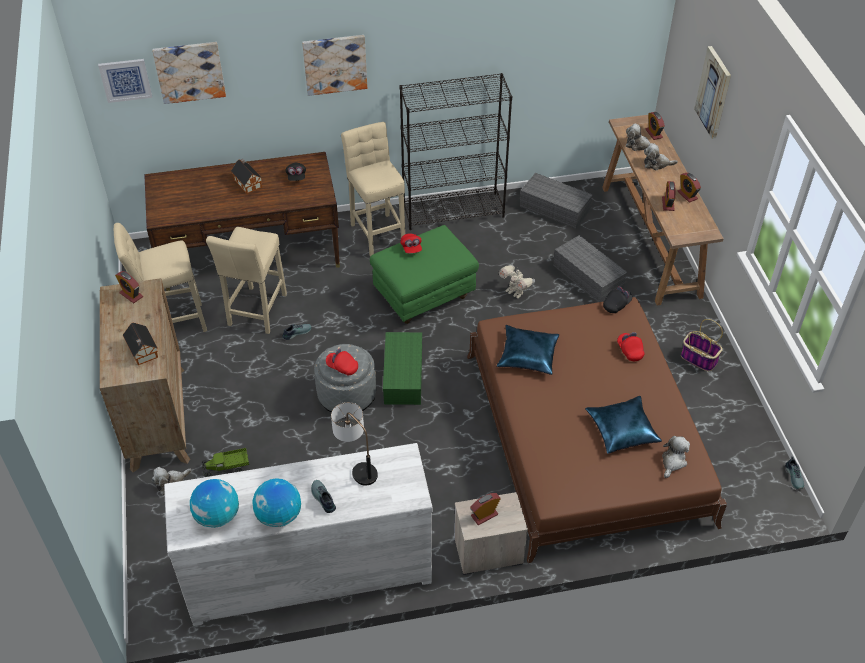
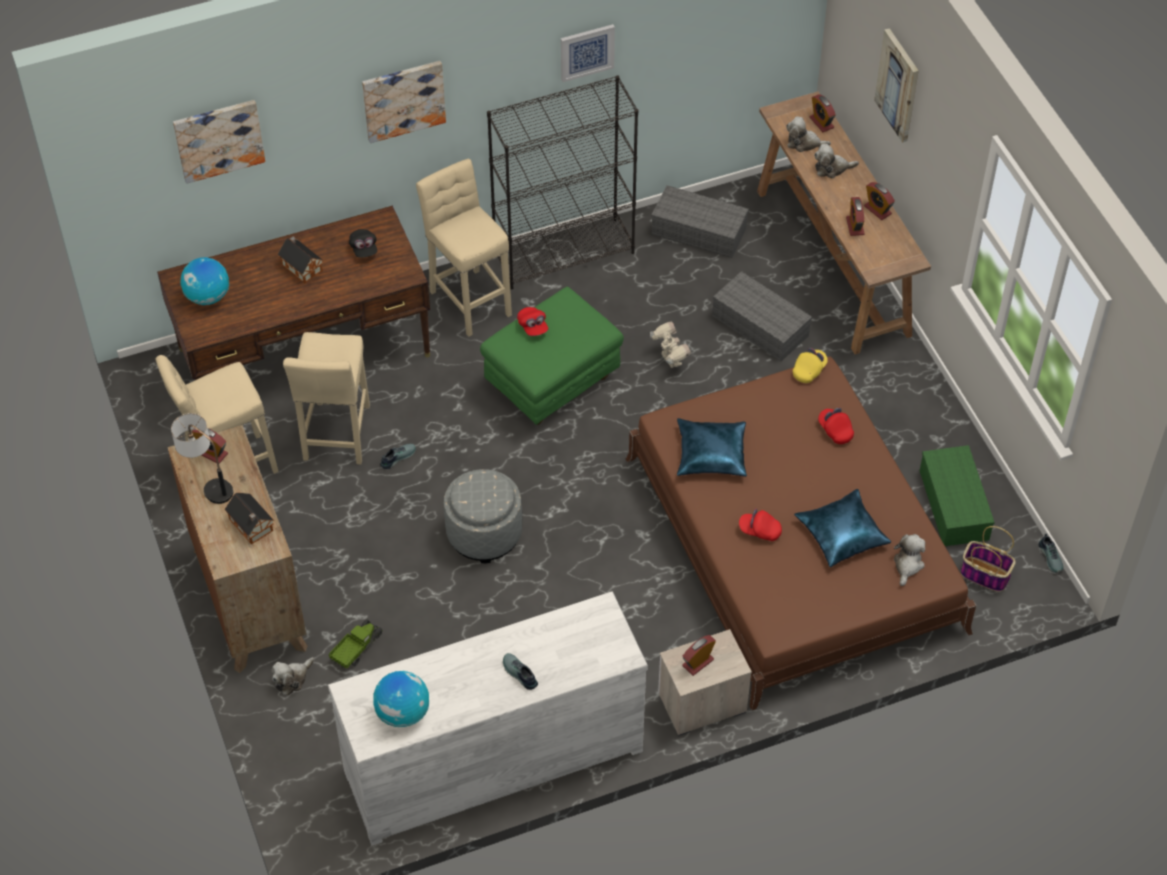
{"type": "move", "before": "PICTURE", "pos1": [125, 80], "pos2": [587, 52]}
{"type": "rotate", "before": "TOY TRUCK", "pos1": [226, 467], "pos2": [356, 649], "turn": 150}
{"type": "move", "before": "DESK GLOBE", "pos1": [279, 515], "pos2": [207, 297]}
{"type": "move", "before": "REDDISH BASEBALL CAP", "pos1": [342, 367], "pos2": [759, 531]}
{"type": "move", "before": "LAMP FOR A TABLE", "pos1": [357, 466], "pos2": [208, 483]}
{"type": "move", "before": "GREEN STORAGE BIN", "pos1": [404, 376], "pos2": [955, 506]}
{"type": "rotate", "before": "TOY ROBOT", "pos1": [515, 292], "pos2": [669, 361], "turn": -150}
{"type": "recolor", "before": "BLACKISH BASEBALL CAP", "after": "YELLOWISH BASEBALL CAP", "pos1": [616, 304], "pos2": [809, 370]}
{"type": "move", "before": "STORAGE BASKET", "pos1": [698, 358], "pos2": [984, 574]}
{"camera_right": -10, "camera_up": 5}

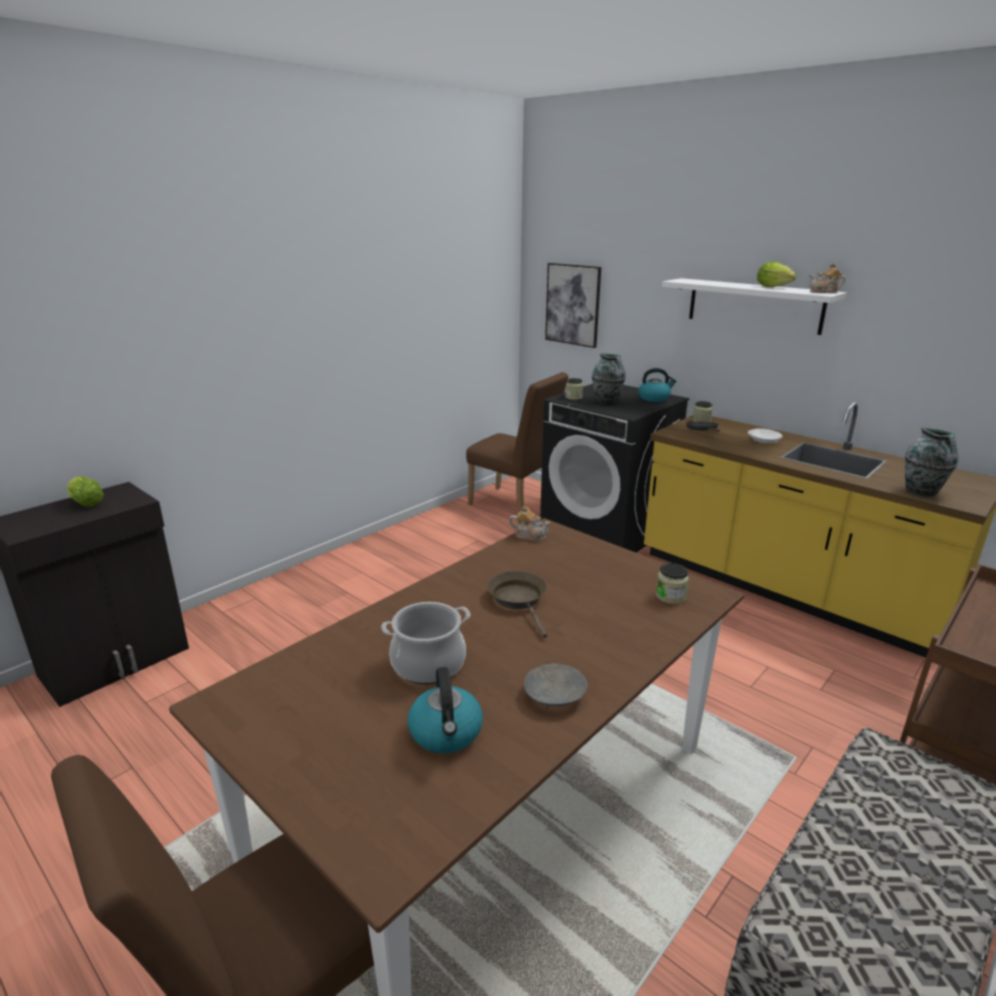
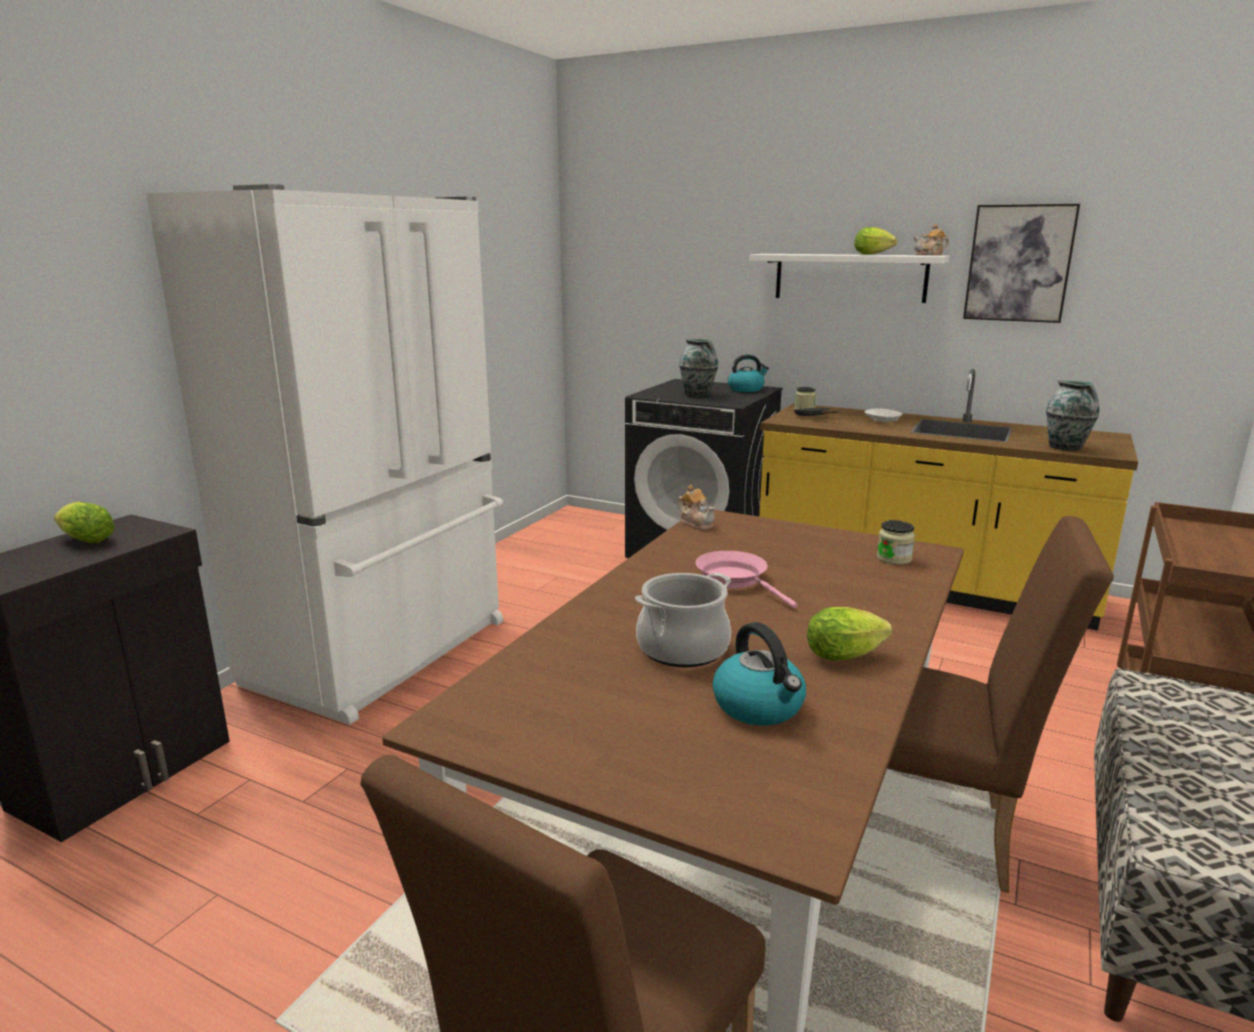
{"type": "move", "before": "BROWNISH CHAIR", "pos1": [515, 505], "pos2": [935, 833]}
{"type": "recolor", "before": "BROWNISH FRYING PAN", "after": "PINKISH FRYING PAN", "pos1": [519, 600], "pos2": [736, 580]}
{"type": "rotate", "before": "TEA POT", "pos1": [529, 535], "pos2": [696, 523], "turn": 45}
{"type": "replace", "before": "GRAY SERVING BOWL", "after": "HEAD OF LETTUCE", "pos1": [554, 695], "pos2": [848, 656]}
{"type": "move", "before": "PICTURE", "pos1": [573, 304], "pos2": [1019, 263]}
{"type": "delete", "before": "PRESERVE JAR", "pos1": [573, 397]}
{"type": "insert", "after": "WHITE-COLOURED KITCHEN FRIDGE", "pos2": [384, 652]}
{"camera_right": -15, "camera_up": -5}

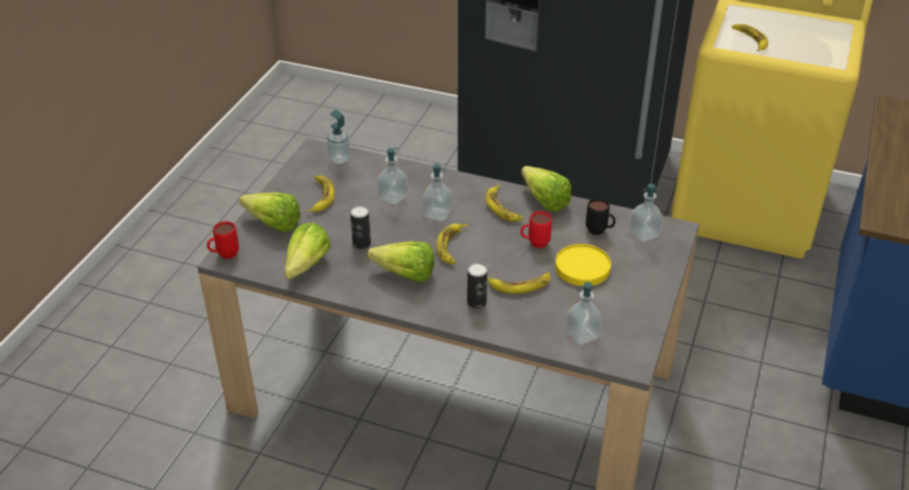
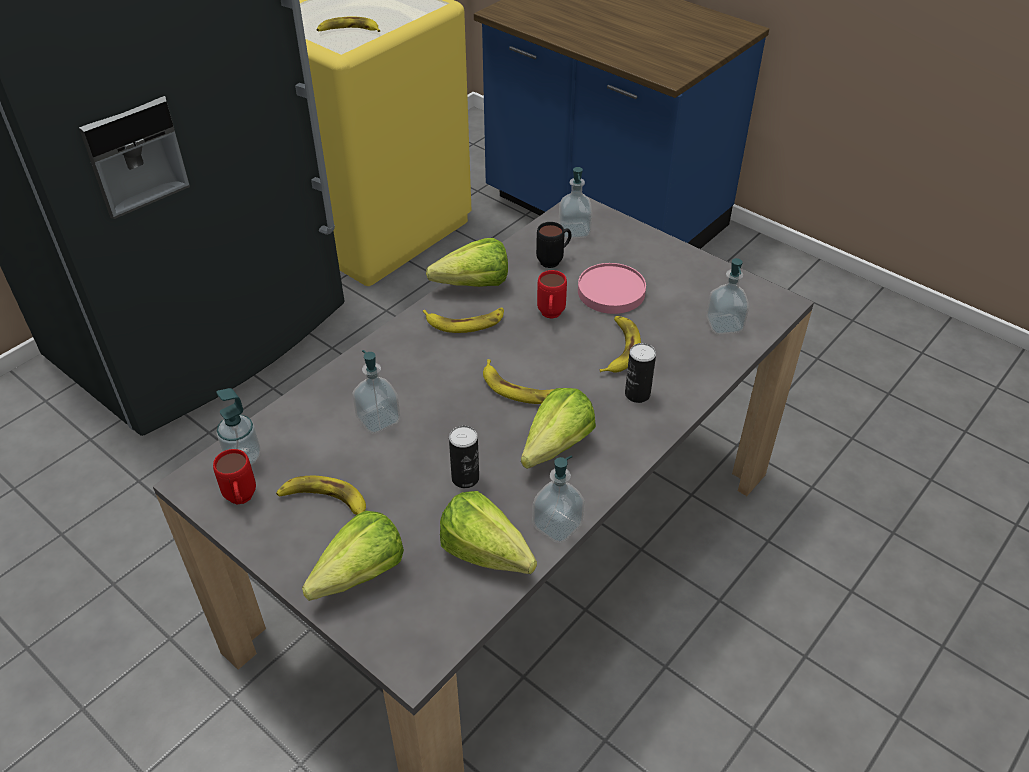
{"type": "move", "before": "REDDISH TEA MUG", "pos1": [224, 256], "pos2": [241, 500]}
{"type": "move", "before": "SOAP DISPENSER", "pos1": [437, 214], "pos2": [557, 525]}
{"type": "recolor", "before": "YELLOWISH PLATE", "after": "PINKISH PLATE", "pos1": [582, 267], "pos2": [610, 292]}
{"camera_right": -70, "camera_up": 5}

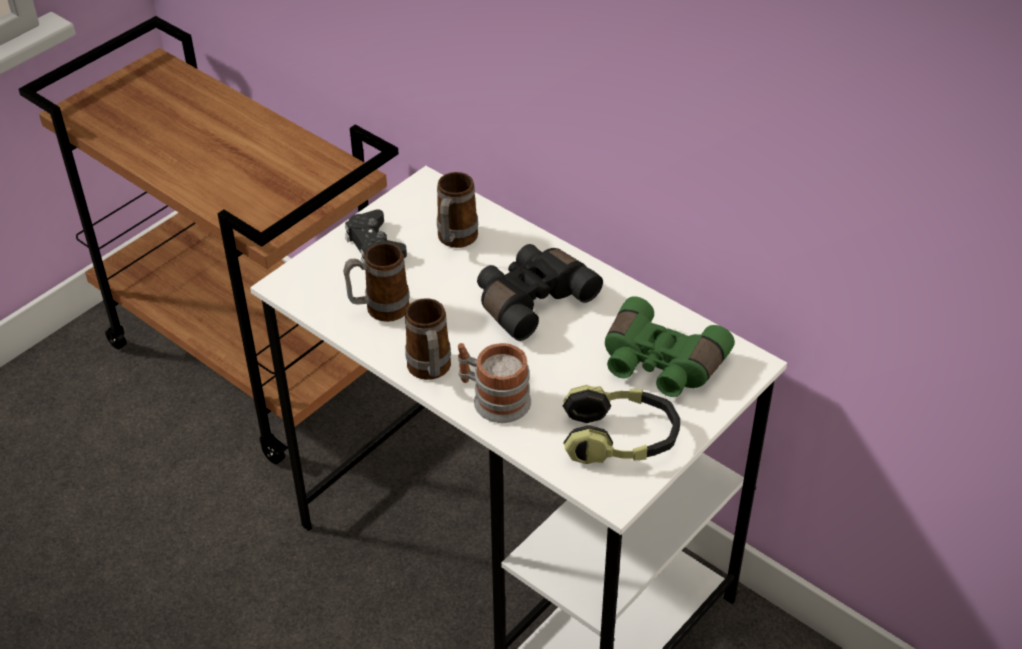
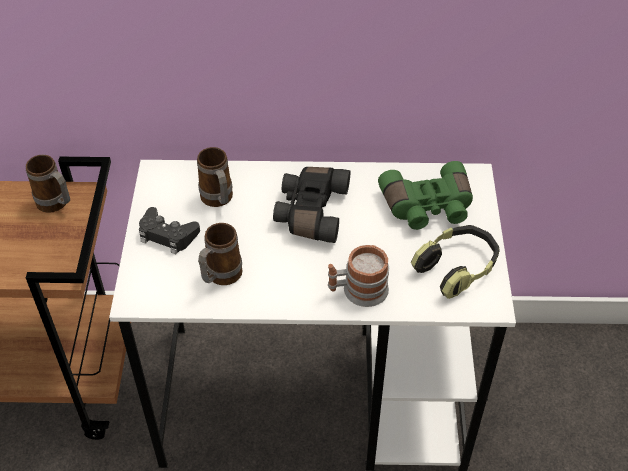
{"type": "move", "before": "TEA MUG", "pos1": [430, 372], "pos2": [56, 205]}
{"camera_right": -40, "camera_up": 5}

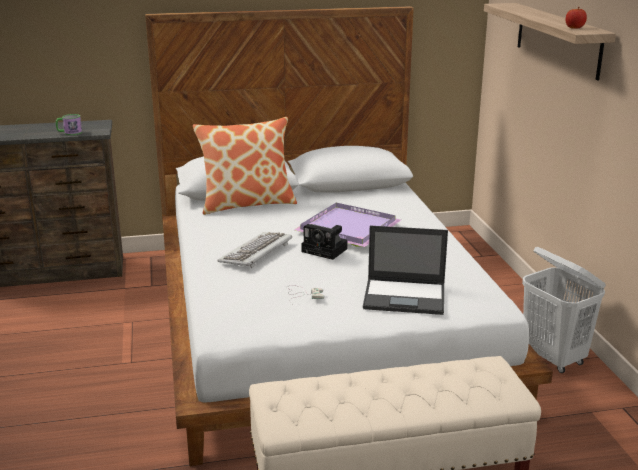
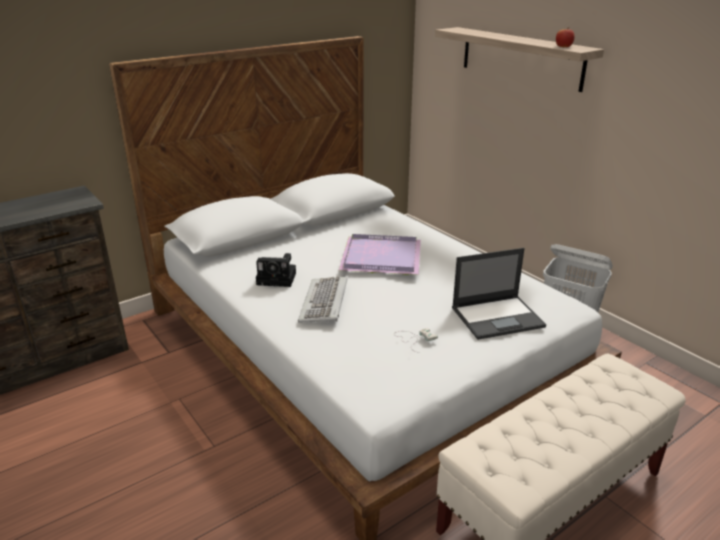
{"type": "delete", "before": "TEA MUG", "pos1": [69, 133]}
{"type": "delete", "before": "THROW PILLOW", "pos1": [247, 204]}
{"type": "move", "before": "PHOTO CAMERA", "pos1": [326, 250], "pos2": [278, 278]}
{"camera_right": -25, "camera_up": 5}

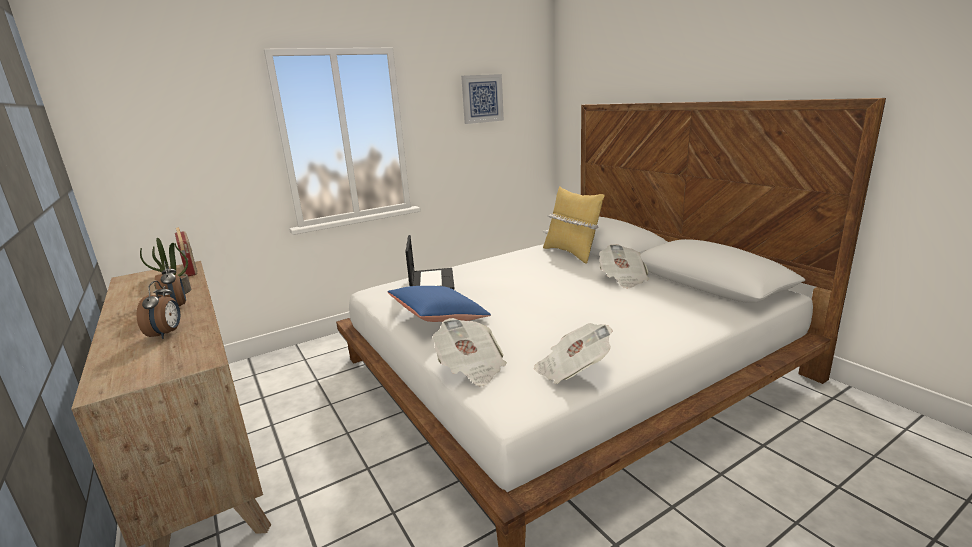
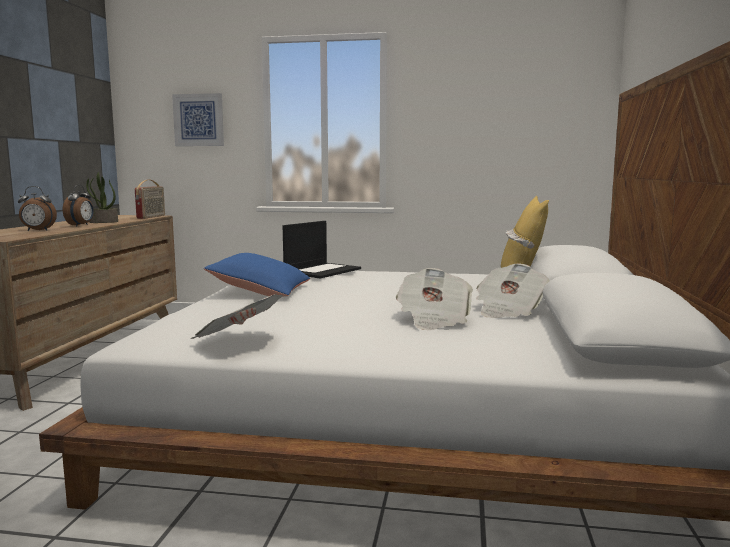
{"type": "rotate", "before": "BEDSIDE CLOCK", "pos1": [167, 333], "pos2": [37, 230], "turn": 45}
{"type": "move", "before": "DAILY PAPER", "pos1": [471, 368], "pos2": [433, 320]}
{"type": "move", "before": "PICTURE", "pos1": [482, 98], "pos2": [199, 120]}
{"camera_right": 40, "camera_up": -10}

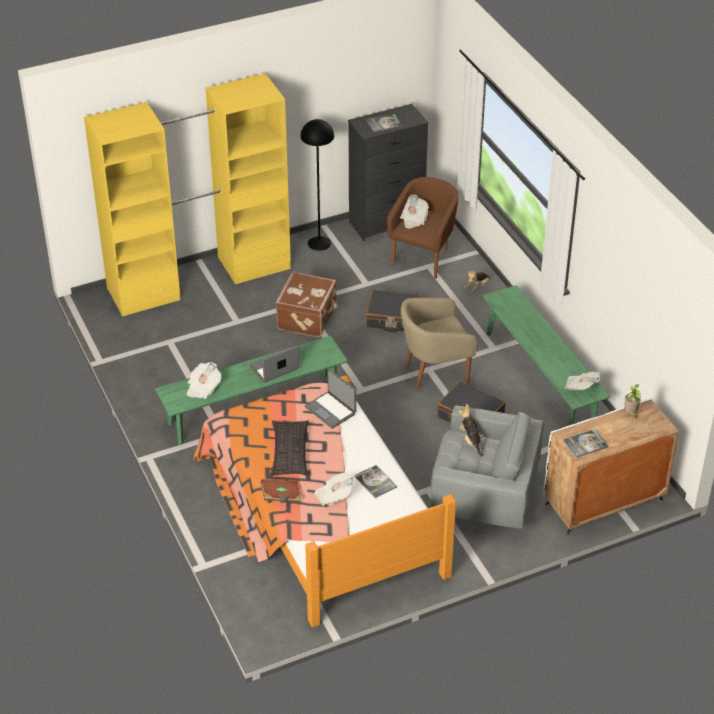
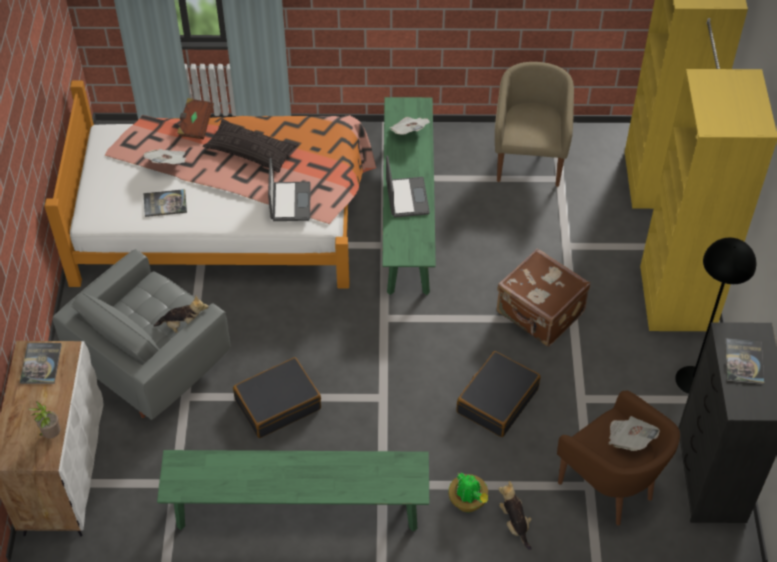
{"type": "rotate", "before": "NOTEBOOK COMPUTER", "pos1": [331, 410], "pos2": [289, 202], "turn": 105}
{"type": "move", "before": "BEIGE-COLOURED EASY CHAIR", "pos1": [434, 372], "pos2": [529, 160]}
{"type": "delete", "before": "DAILY PAPER", "pos1": [581, 387]}
{"type": "insert", "after": "PLANT IN A POT", "pos2": [468, 502]}
{"camera_right": 115, "camera_up": 10}

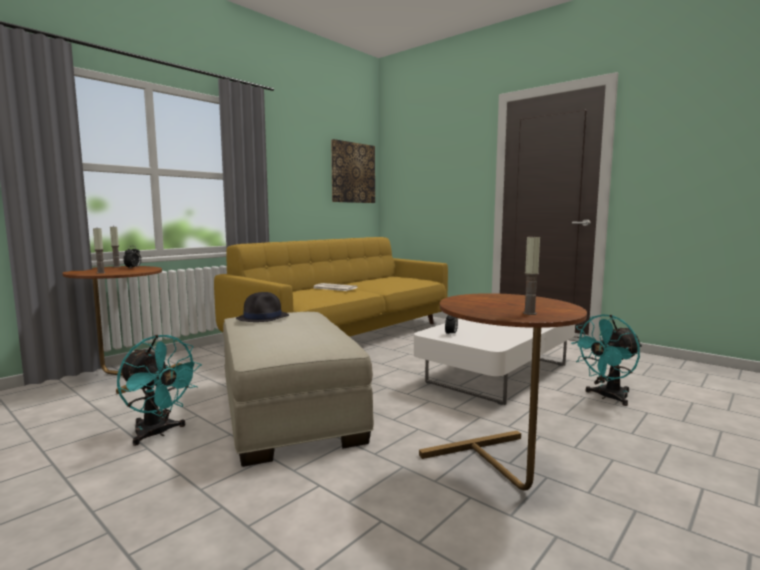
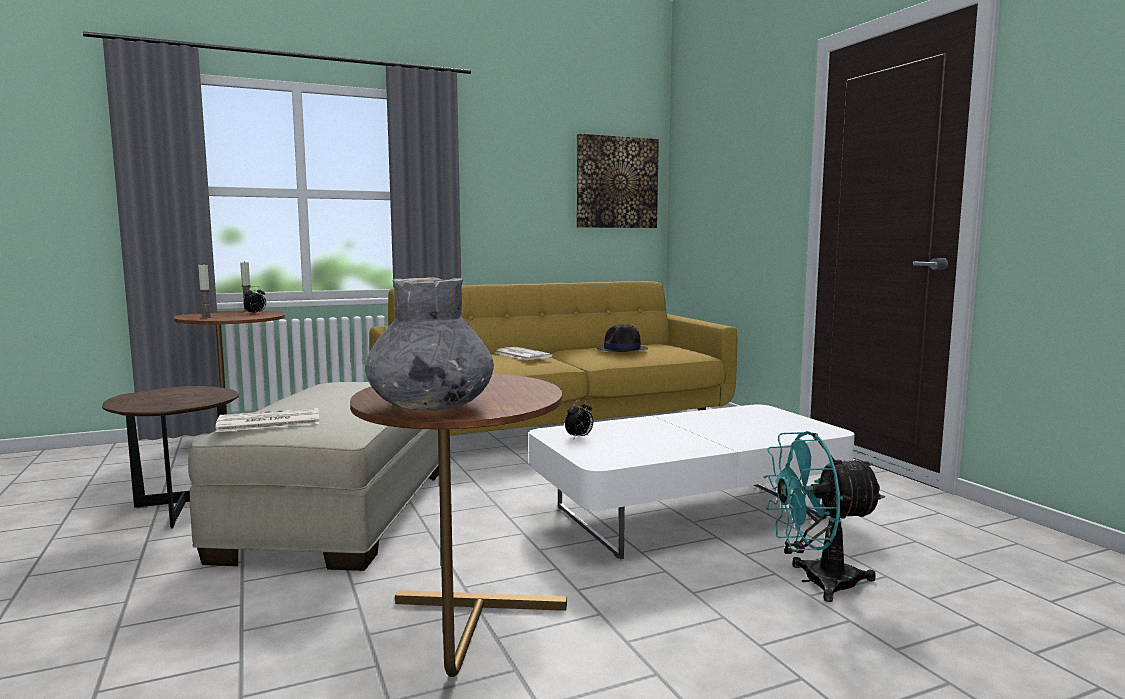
{"type": "replace", "before": "TURQUOISE FAN", "after": "BROWNISH SIDE TABLE", "pos1": [158, 433], "pos2": [181, 512]}
{"type": "move", "before": "BLACKISH CLOTHING HAT", "pos1": [263, 317], "pos2": [622, 349]}
{"type": "replace", "before": "CANDLE", "after": "GRAY FLOWER VASE", "pos1": [529, 313], "pos2": [430, 406]}
{"type": "insert", "after": "DAILY PAPER", "pos2": [268, 422]}
{"camera_right": 25, "camera_up": 0}

